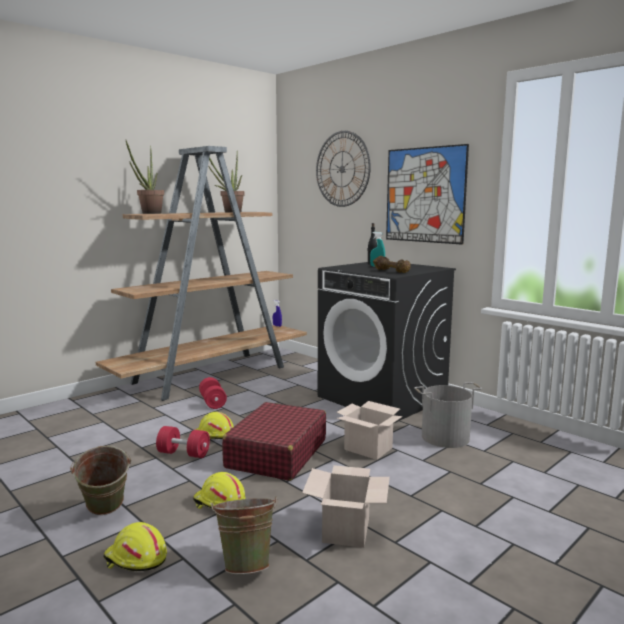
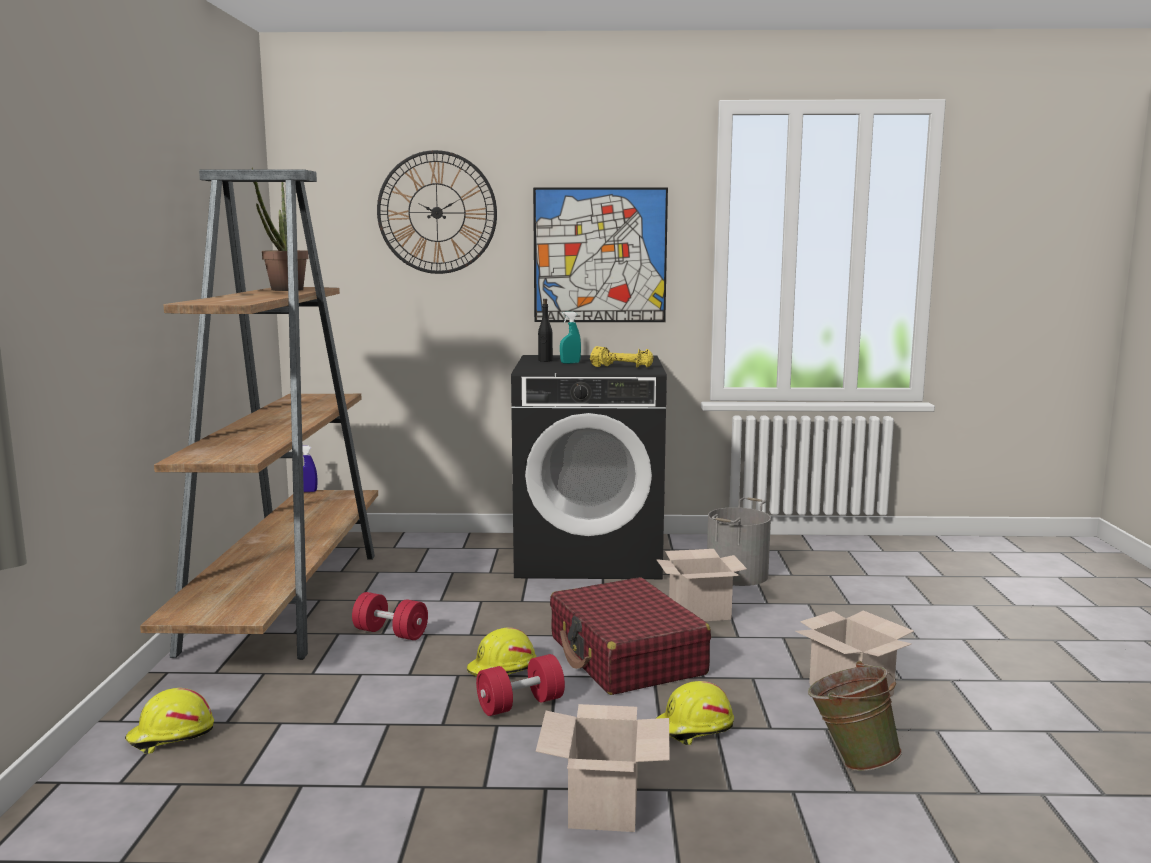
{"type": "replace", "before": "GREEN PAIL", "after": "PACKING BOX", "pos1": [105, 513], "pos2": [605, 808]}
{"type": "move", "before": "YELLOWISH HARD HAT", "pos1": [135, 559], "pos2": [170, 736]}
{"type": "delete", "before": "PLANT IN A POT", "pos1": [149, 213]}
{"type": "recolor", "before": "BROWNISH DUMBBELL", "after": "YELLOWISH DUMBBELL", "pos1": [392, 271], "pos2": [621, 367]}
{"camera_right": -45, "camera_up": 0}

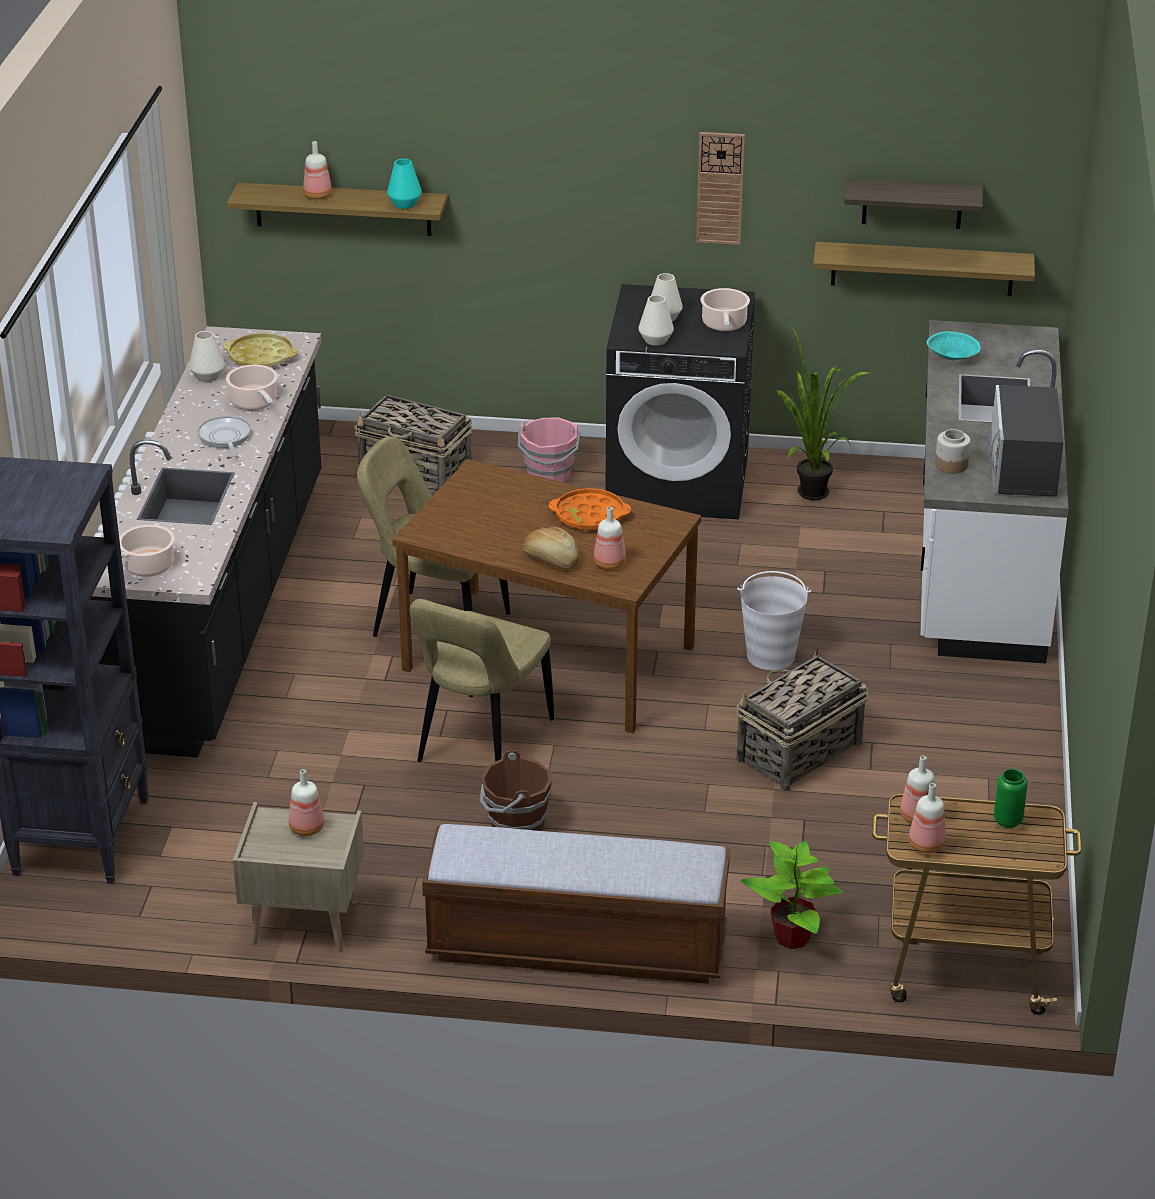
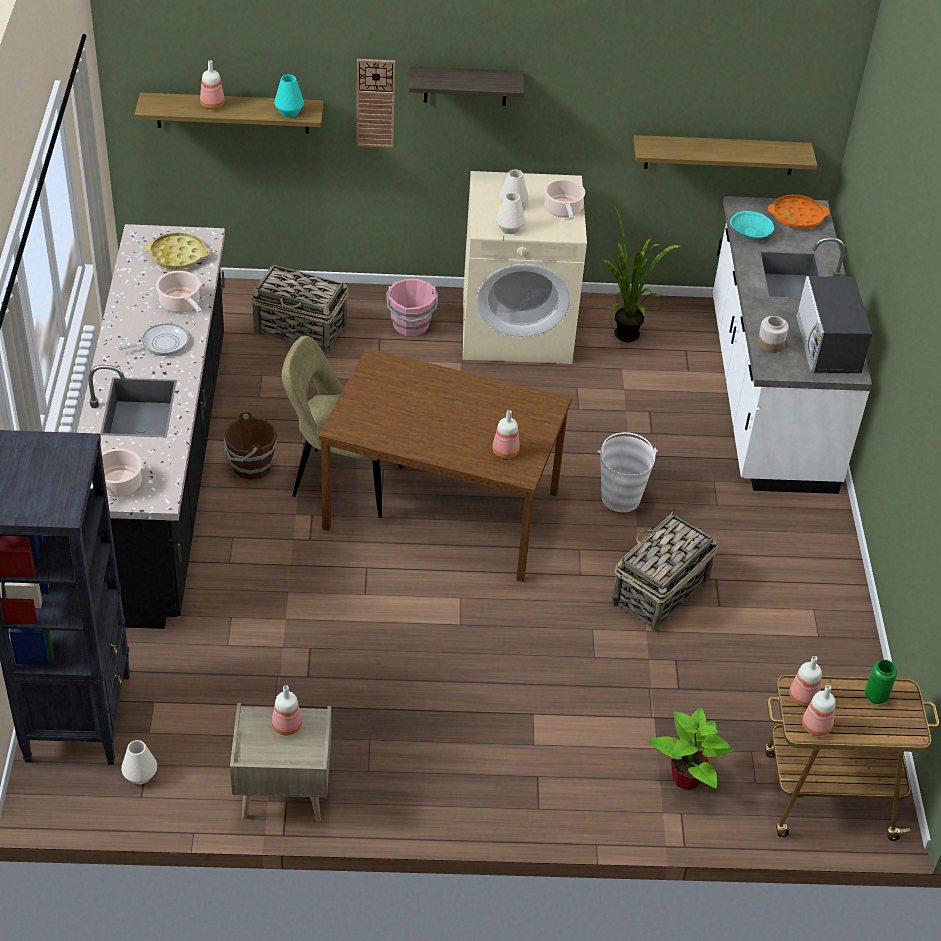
{"type": "move", "before": "WHITE-COLOURED FLOWER VASE", "pos1": [207, 376], "pos2": [140, 775]}
{"type": "rotate", "before": "FRYING PAN", "pos1": [225, 438], "pos2": [162, 343], "turn": 90}
{"type": "delete", "before": "BEIGE-COLOURED CHAIR", "pos1": [481, 744]}
{"type": "delete", "before": "BENCH", "pos1": [576, 946]}
{"type": "move", "before": "BROWNISH PAIL", "pos1": [515, 825], "pos2": [250, 466]}
{"type": "delete", "before": "BREAD", "pos1": [551, 560]}
{"type": "move", "before": "ORANGEY TRAY", "pos1": [589, 516], "pos2": [797, 216]}
{"type": "recolor", "before": "BLACKISH WASHING MACHINE", "after": "BEIGE-COLOURED WASHING MACHINE", "pos1": [679, 481], "pos2": [517, 328]}
{"type": "move", "before": "HANGING CLOCK", "pos1": [720, 188], "pos2": [375, 103]}
{"type": "move", "before": "WALL SHELF", "pos1": [912, 203], "pos2": [465, 85]}
{"camera_right": -10, "camera_up": 10}

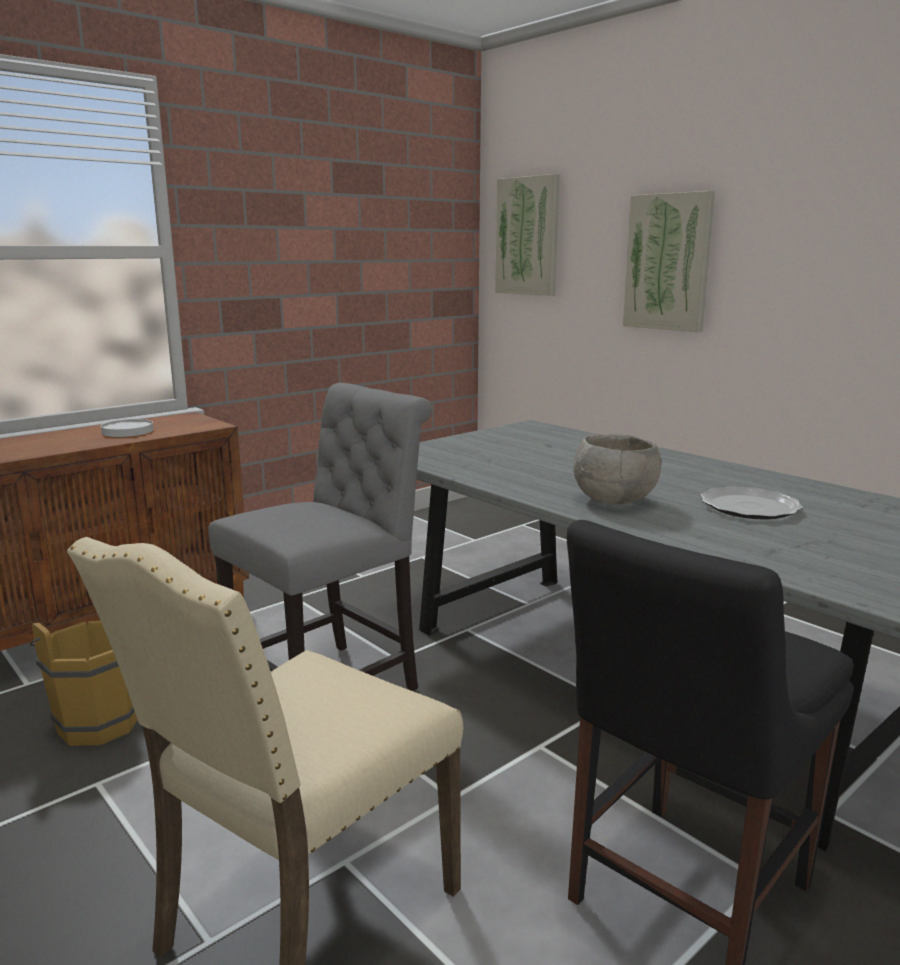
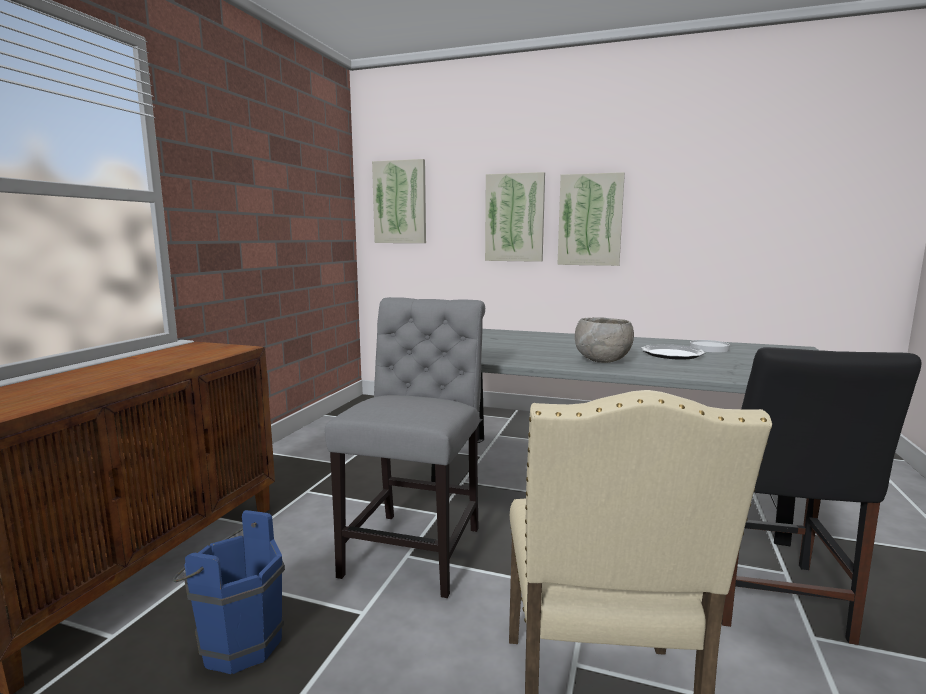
{"type": "recolor", "before": "BROWNISH PAIL", "after": "BLUE-COLOURED PAIL", "pos1": [96, 721], "pos2": [235, 643]}
{"type": "move", "before": "WHITE-COLOURED PLATE", "pos1": [128, 431], "pos2": [708, 348]}
{"type": "insert", "after": "PICTURE", "pos2": [590, 220]}
{"camera_right": -30, "camera_up": -5}

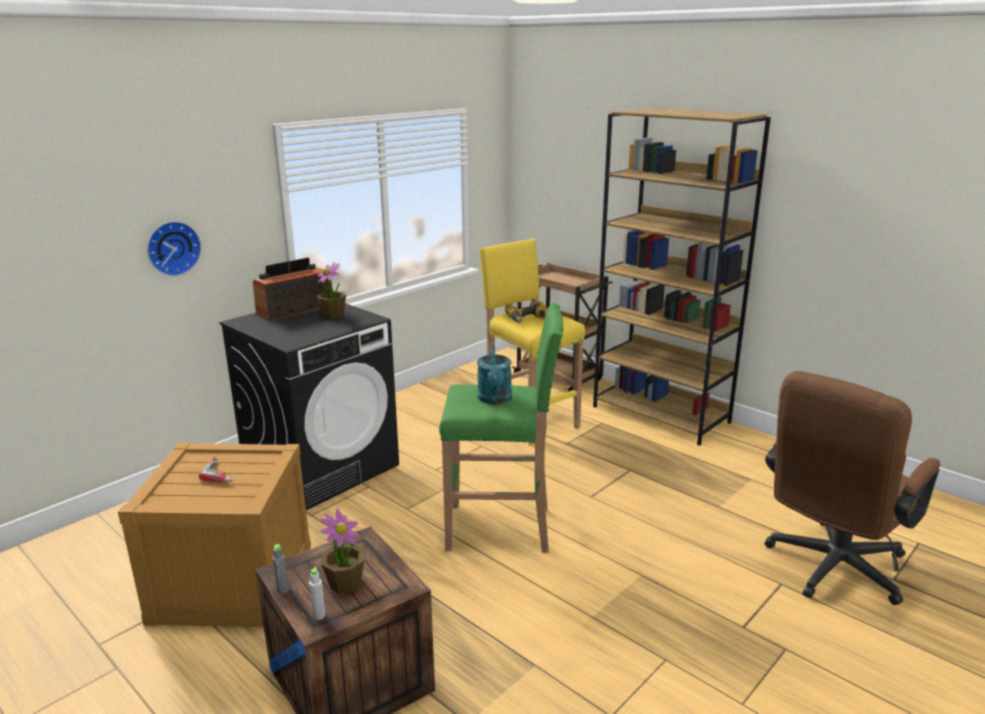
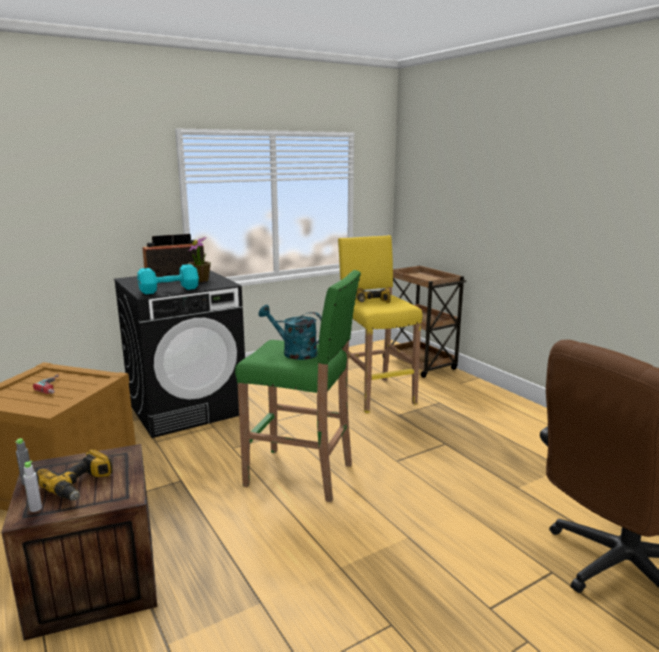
{"type": "delete", "before": "HANGING CLOCK", "pos1": [172, 248]}
{"type": "replace", "before": "PLANT IN A POT", "after": "ELECTRIC DRILL", "pos1": [345, 583], "pos2": [80, 485]}
{"type": "rotate", "before": "TURQUOISE SPRINKLING CAN", "pos1": [495, 399], "pos2": [294, 353], "turn": 105}
{"type": "delete", "before": "BROWNISH SHELVING UNIT", "pos1": [661, 414]}
{"type": "insert", "after": "TURQUOISE DUMBBELL", "pos2": [168, 290]}
{"camera_right": 15, "camera_up": -5}

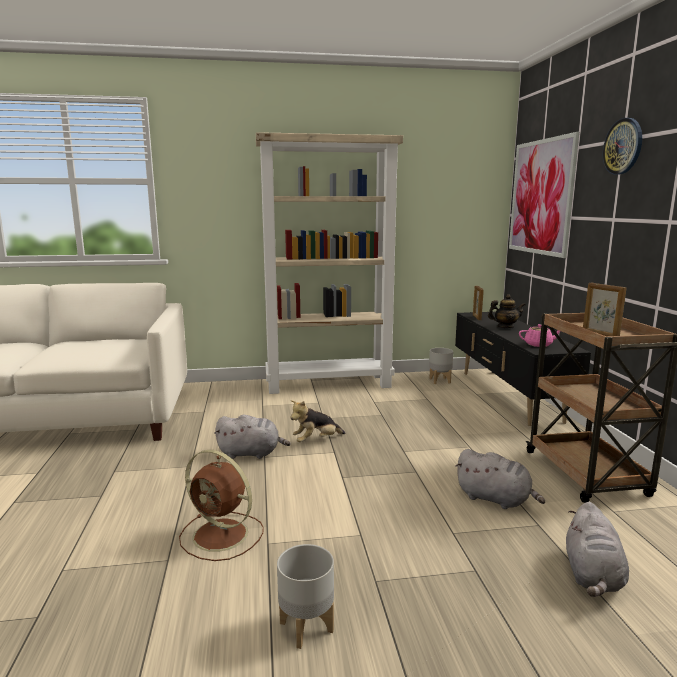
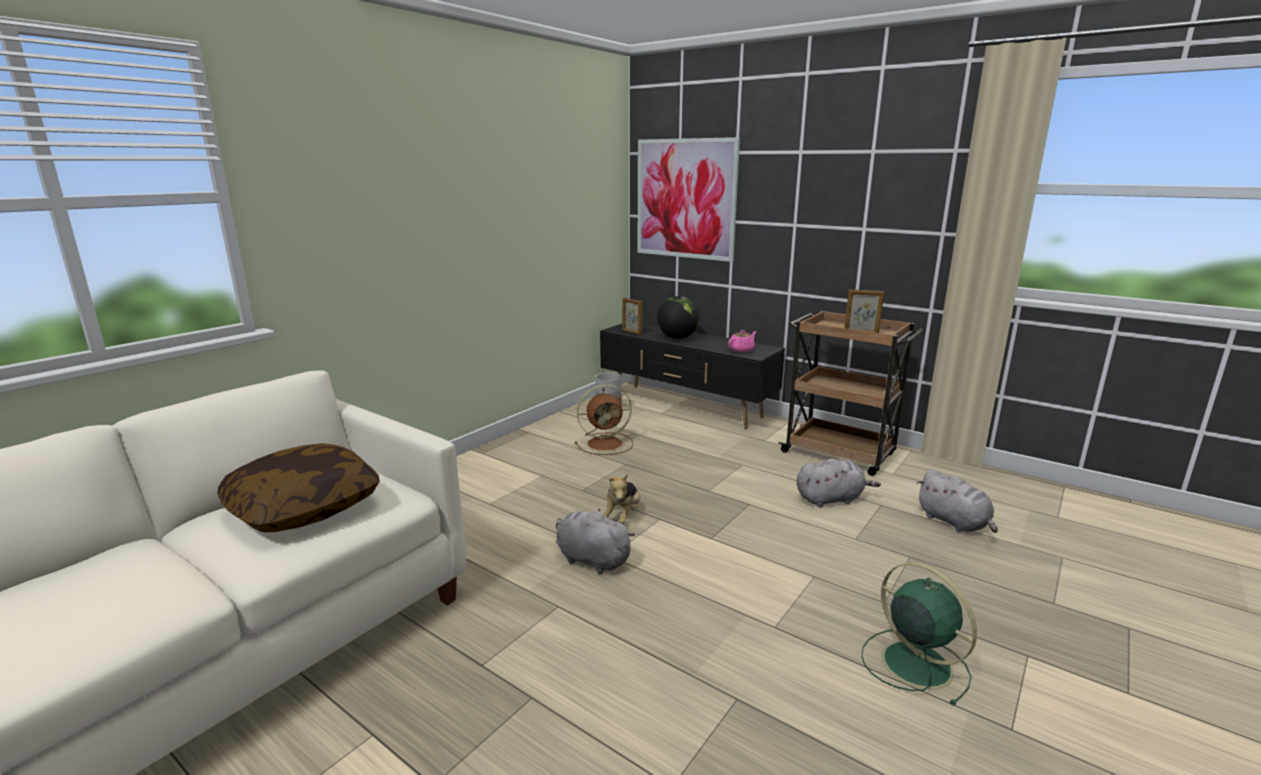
{"type": "move", "before": "BROWNISH FAN", "pos1": [222, 535], "pos2": [606, 444]}
{"type": "rotate", "before": "GRAY CUDDLY TOY", "pos1": [251, 453], "pos2": [591, 559], "turn": -105}
{"type": "delete", "before": "BEIGE-COLOURED SHELVING UNIT", "pos1": [329, 383]}
{"type": "replace", "before": "GRAY FLOWER POT", "after": "GREEN FAN", "pos1": [306, 626], "pos2": [913, 662]}
{"type": "replace", "before": "TEA POT", "after": "DESK GLOBE", "pos1": [505, 327], "pos2": [677, 338]}
{"type": "delete", "before": "HANGING CLOCK", "pos1": [623, 146]}
{"type": "insert", "after": "THROW PILLOW", "pos2": [304, 507]}
{"camera_right": -45, "camera_up": 5}

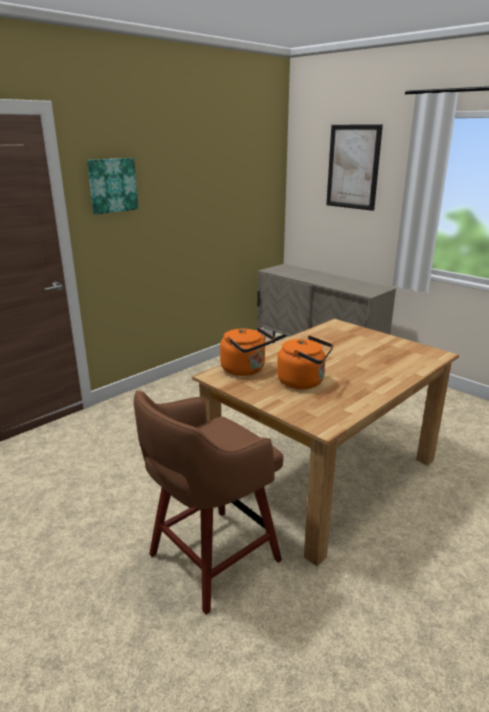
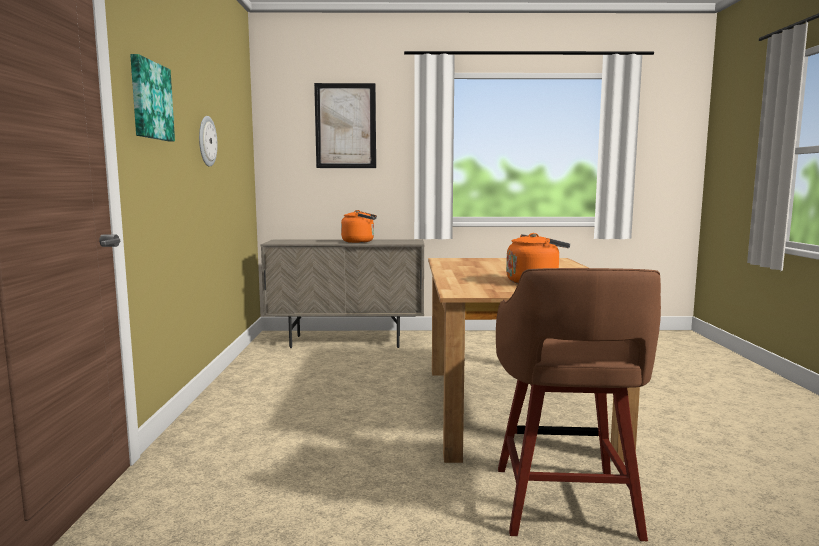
{"type": "move", "before": "ORANGEY WATER KETTLE", "pos1": [245, 370], "pos2": [360, 241]}
{"type": "insert", "after": "HANGING CLOCK", "pos2": [206, 141]}
{"camera_right": -45, "camera_up": -15}

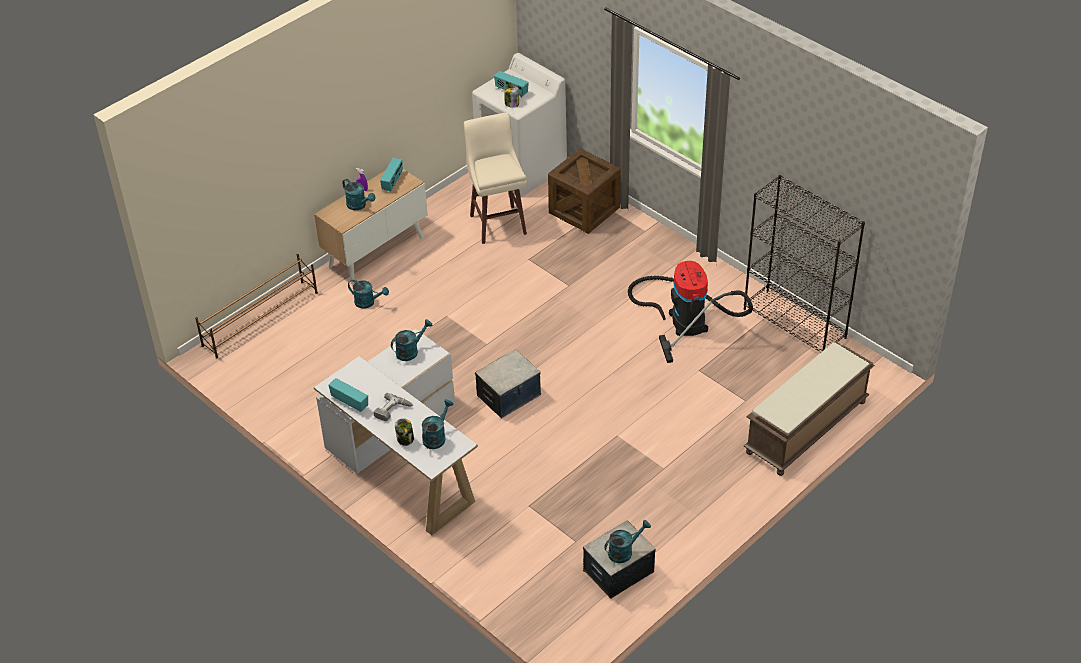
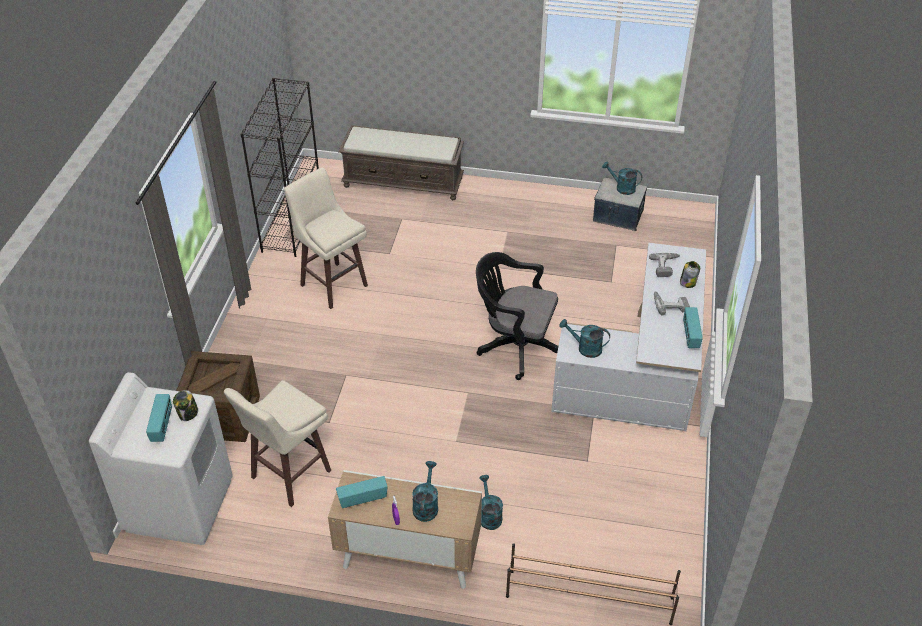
{"type": "replace", "before": "TURQUOISE SPRINKLING CAN", "after": "ELECTRIC DRILL", "pos1": [436, 437], "pos2": [666, 267]}
{"type": "replace", "before": "STORAGE BIN", "after": "BLACKISH OFFICE CHAIR", "pos1": [509, 396], "pos2": [515, 346]}
{"type": "replace", "before": "VACUUM", "after": "BEIGE-COLOURED STOOL", "pos1": [685, 318], "pos2": [333, 284]}
{"camera_right": -125, "camera_up": 0}

